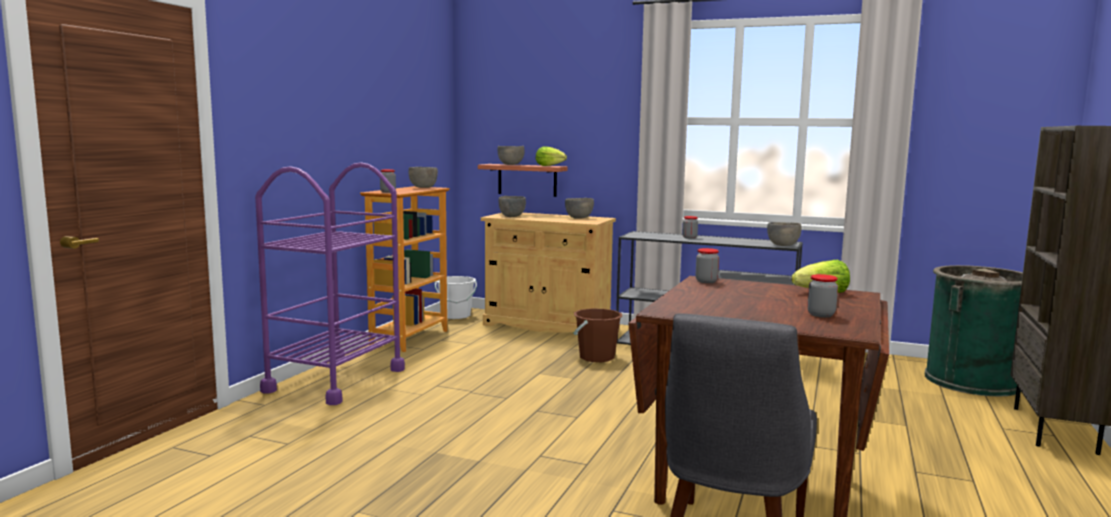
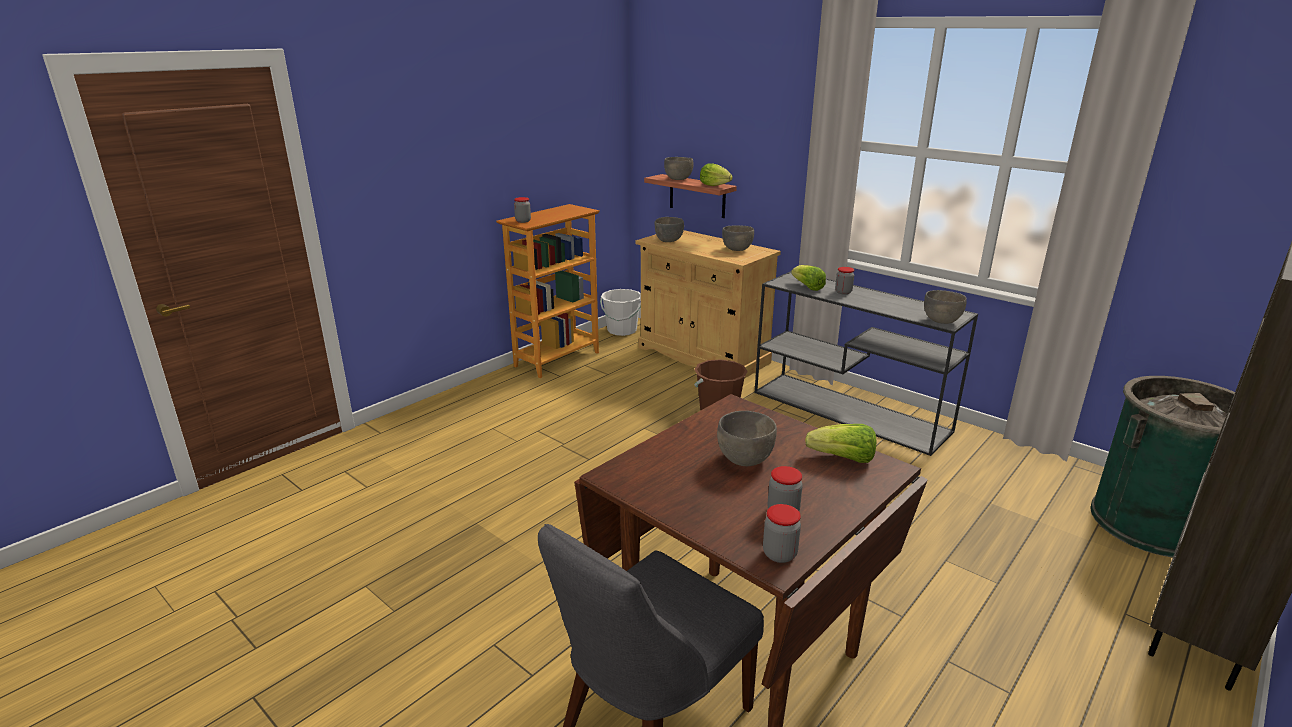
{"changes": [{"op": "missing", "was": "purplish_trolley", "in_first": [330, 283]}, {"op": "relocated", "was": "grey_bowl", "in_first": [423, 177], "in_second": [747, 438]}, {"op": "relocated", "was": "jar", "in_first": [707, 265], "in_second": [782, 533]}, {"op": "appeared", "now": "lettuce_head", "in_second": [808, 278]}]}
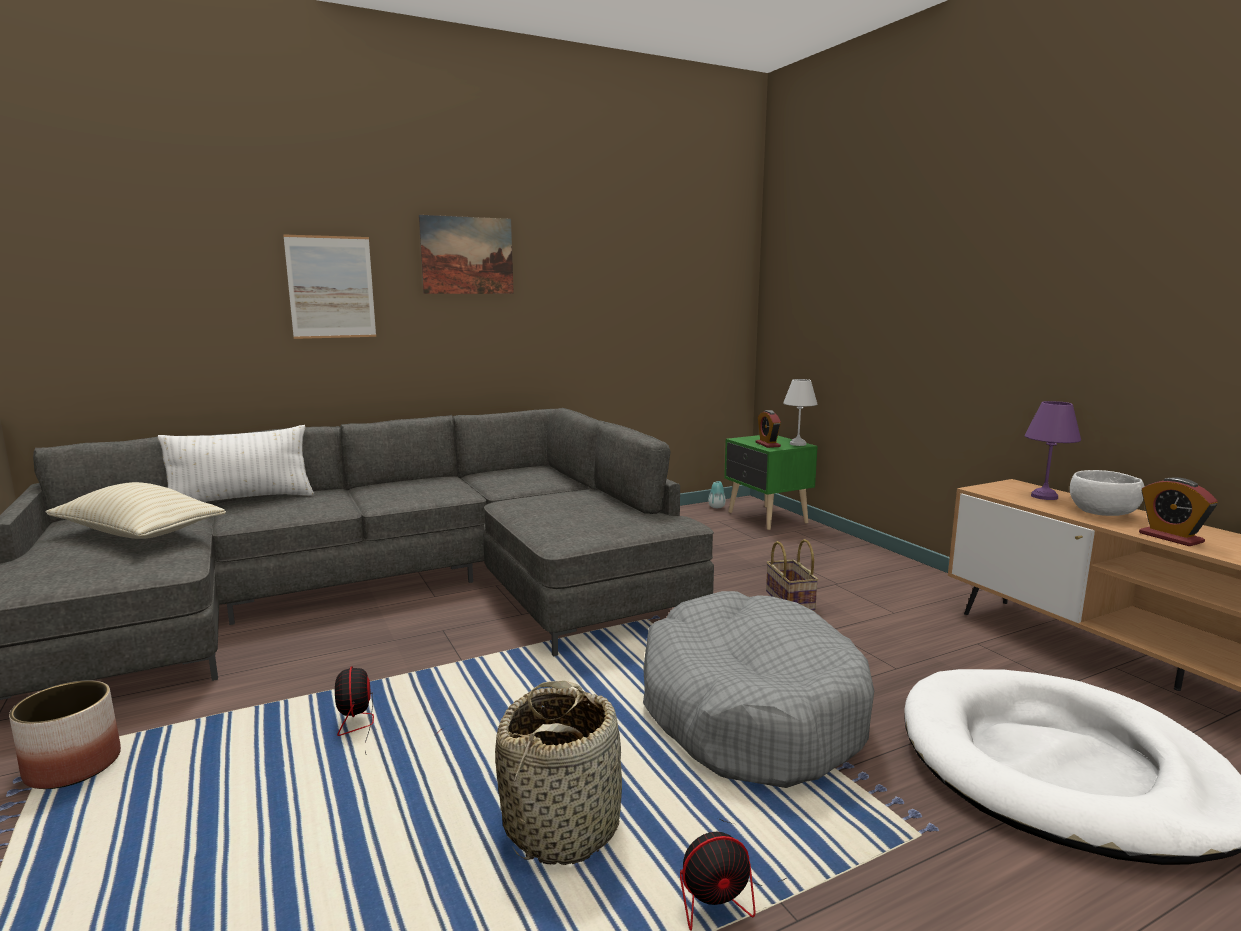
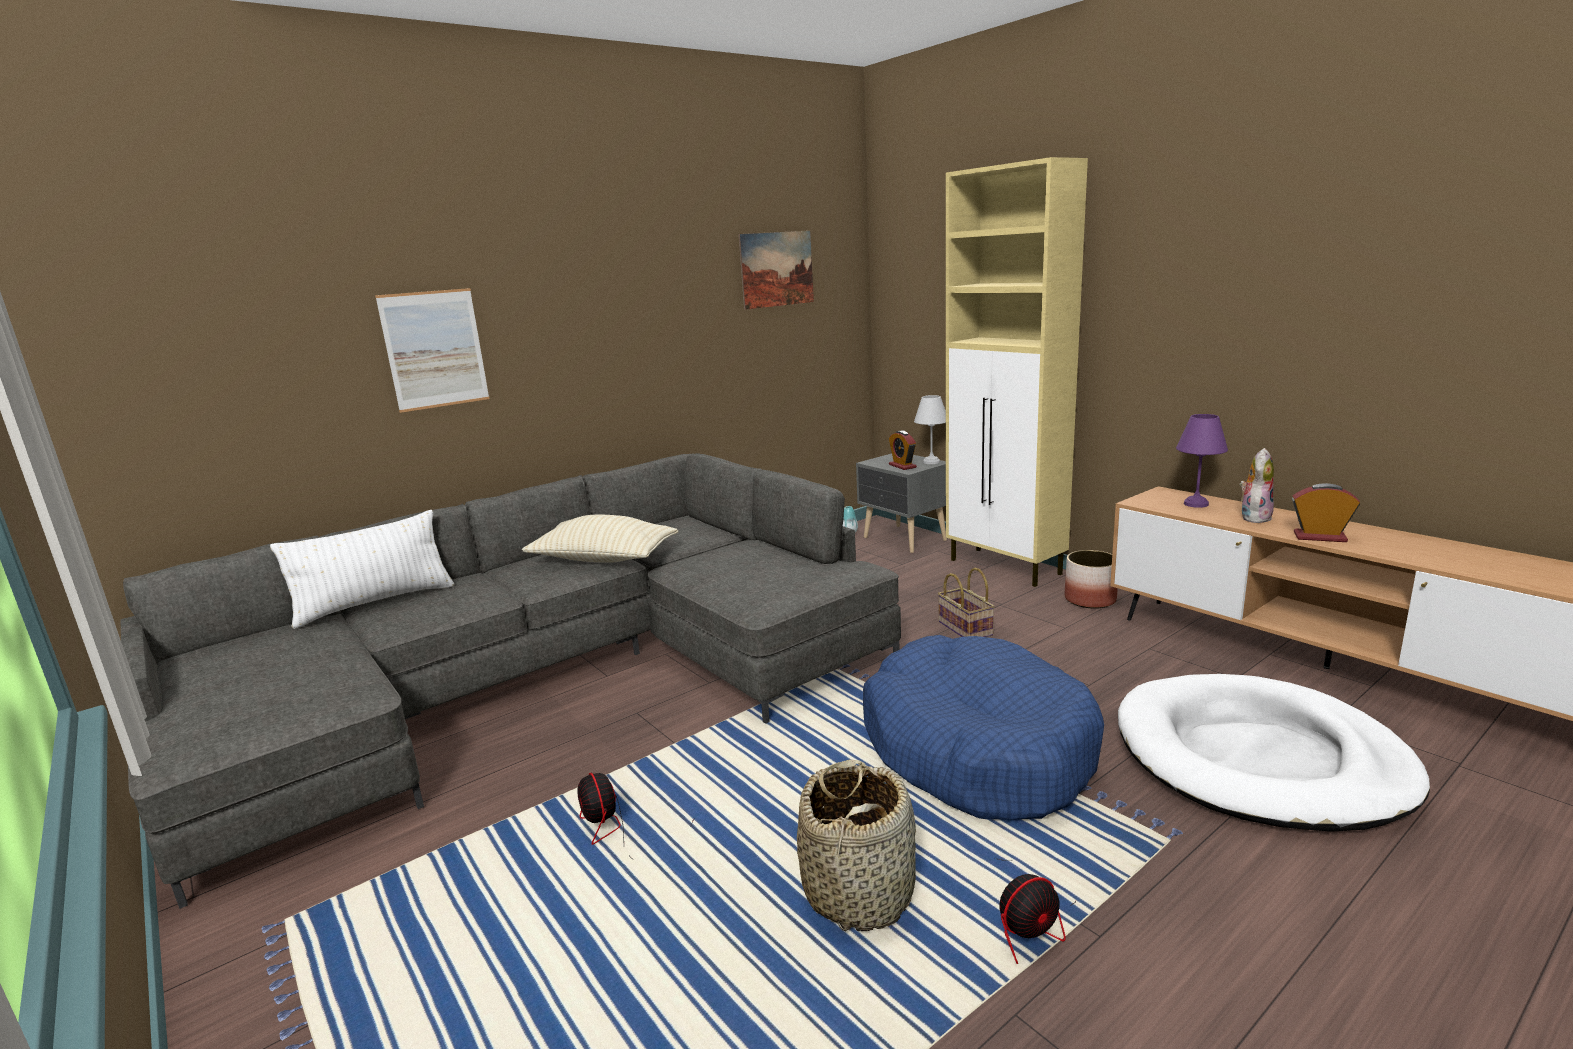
{"changes": [{"op": "relocated", "was": "planter", "in_first": [65, 734], "in_second": [1091, 579]}, {"op": "relocated", "was": "beige-coloured_pillow", "in_first": [136, 510], "in_second": [600, 539]}, {"op": "relocated", "was": "picture", "in_first": [466, 254], "in_second": [776, 270]}, {"op": "colour", "was": "grey_dog_cushion", "now": "bluish_dog_cushion", "in_first": [758, 689], "in_second": [983, 727]}, {"op": "colour", "was": "green_bedside_table", "now": "grey_bedside_table", "in_first": [771, 482], "in_second": [901, 503]}, {"op": "exchanged", "was": "white-coloured_bowl", "now": "cuddly_toy", "in_first": [1107, 493], "in_second": [1257, 485]}, {"op": "spun", "was": "table_clock", "in_first": [1178, 511], "in_second": [1326, 512], "clockwise": 150}, {"op": "appeared", "now": "beige-coloured_cabinet", "in_second": [1017, 372]}]}
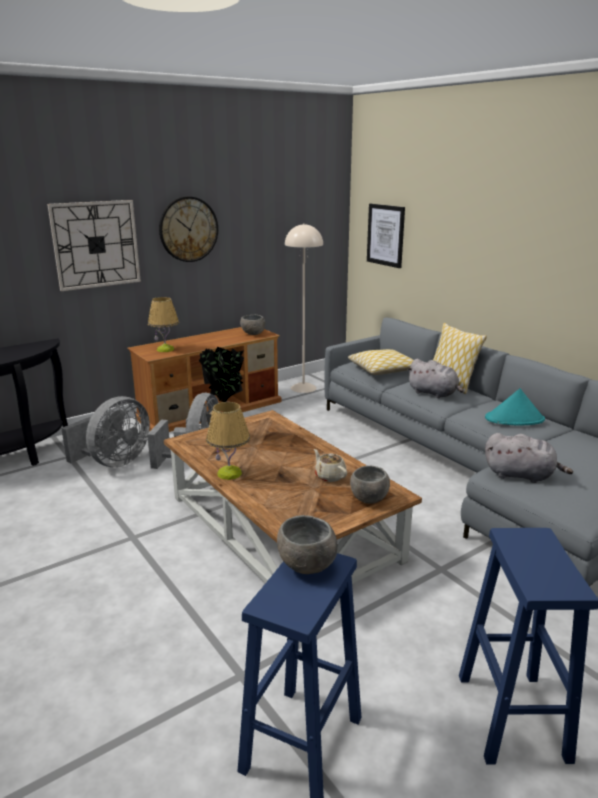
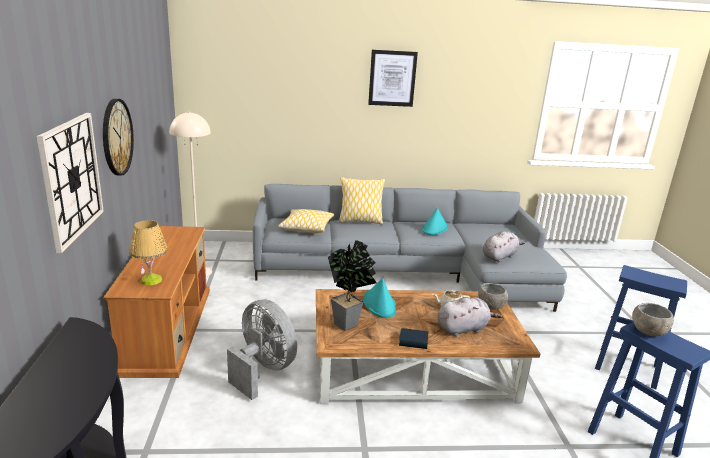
{"changes": [{"op": "missing", "was": "grey_fan", "in_first": [105, 431]}, {"op": "exchanged", "was": "lamp_for_a_table", "now": "book", "in_first": [228, 441], "in_second": [413, 338]}, {"op": "missing", "was": "grey_bowl", "in_first": [252, 325]}, {"op": "relocated", "was": "picture", "in_first": [386, 236], "in_second": [393, 78]}, {"op": "relocated", "was": "grey_cuddly_toy", "in_first": [435, 378], "in_second": [469, 317]}, {"op": "appeared", "now": "turquoise_wearable_hat", "in_second": [379, 298]}]}
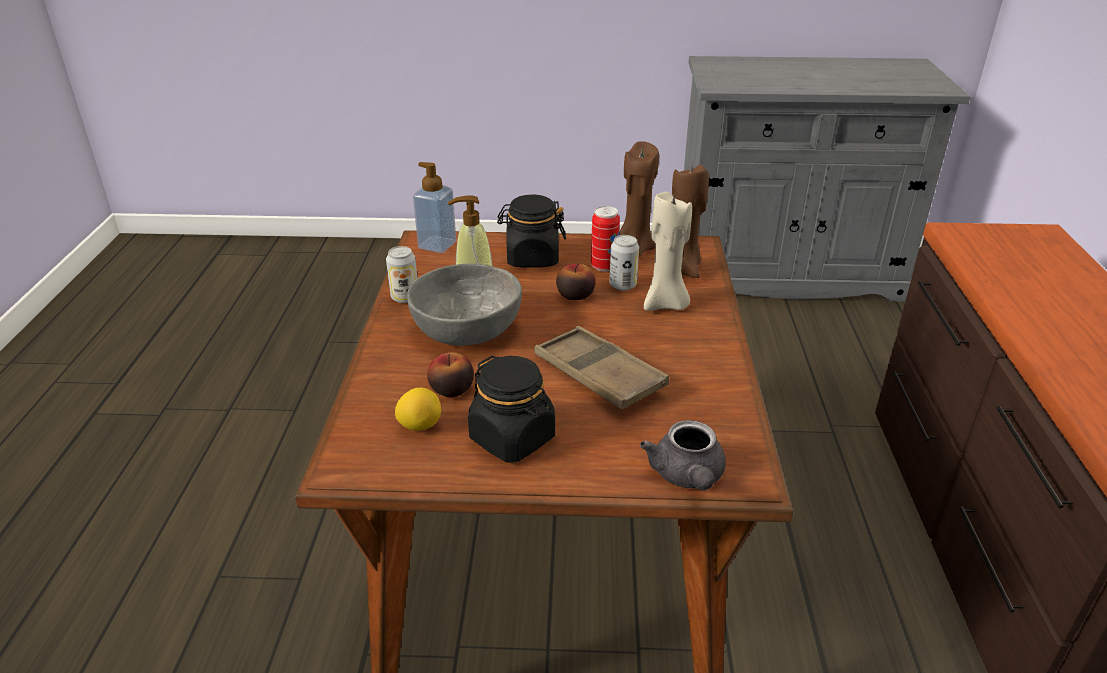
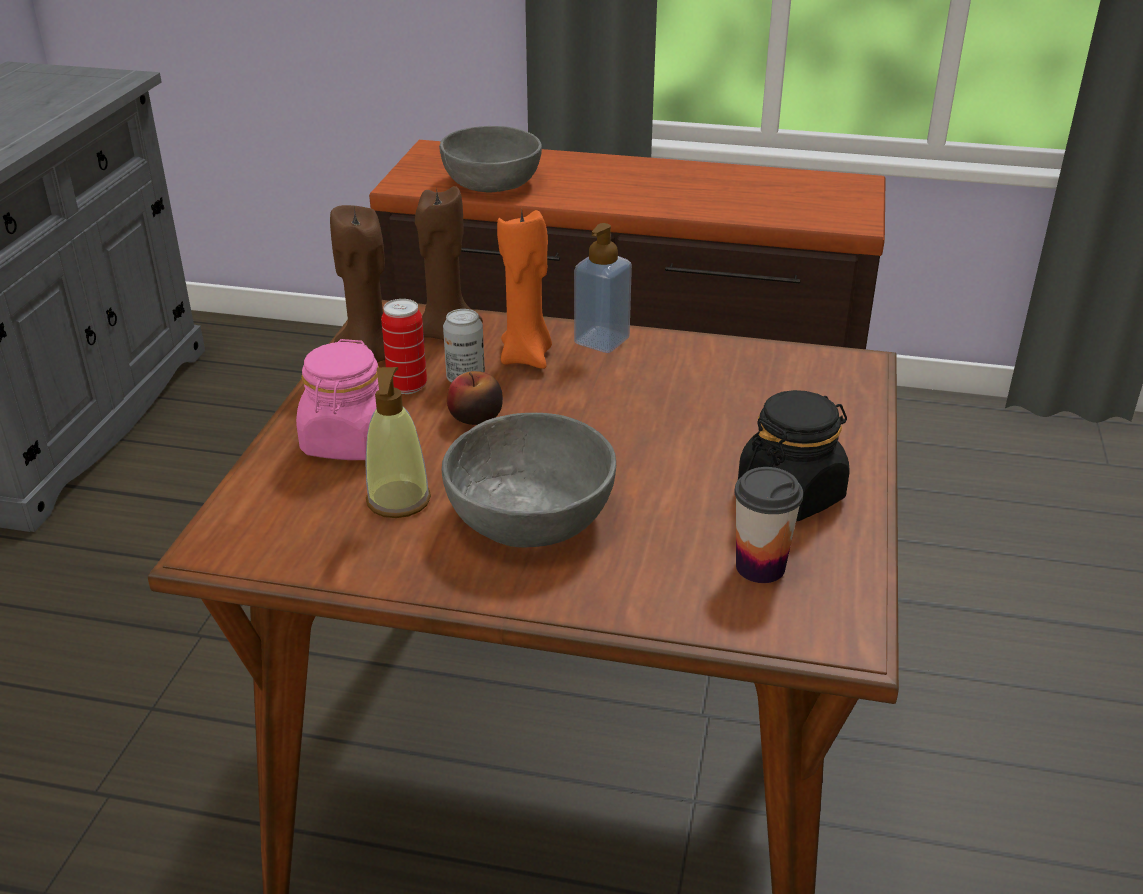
{"changes": [{"op": "missing", "was": "can", "in_first": [401, 274]}, {"op": "exchanged", "was": "whole_lemon", "now": "drinking_cup", "in_first": [418, 409], "in_second": [768, 525]}, {"op": "relocated", "was": "soap_dispenser", "in_first": [434, 207], "in_second": [603, 288]}, {"op": "missing", "was": "whole_apple", "in_first": [450, 374]}, {"op": "colour", "was": "blackish_jar", "now": "pinkish_jar", "in_first": [531, 231], "in_second": [337, 399]}, {"op": "missing", "was": "brown_serving_tray", "in_first": [601, 367]}, {"op": "missing", "was": "grey_tea_pot", "in_first": [683, 455]}, {"op": "colour", "was": "beige-coloured_wax_light", "now": "orange-coloured_wax_light", "in_first": [668, 251], "in_second": [524, 288]}, {"op": "appeared", "now": "grey_bowl", "in_second": [490, 159]}]}
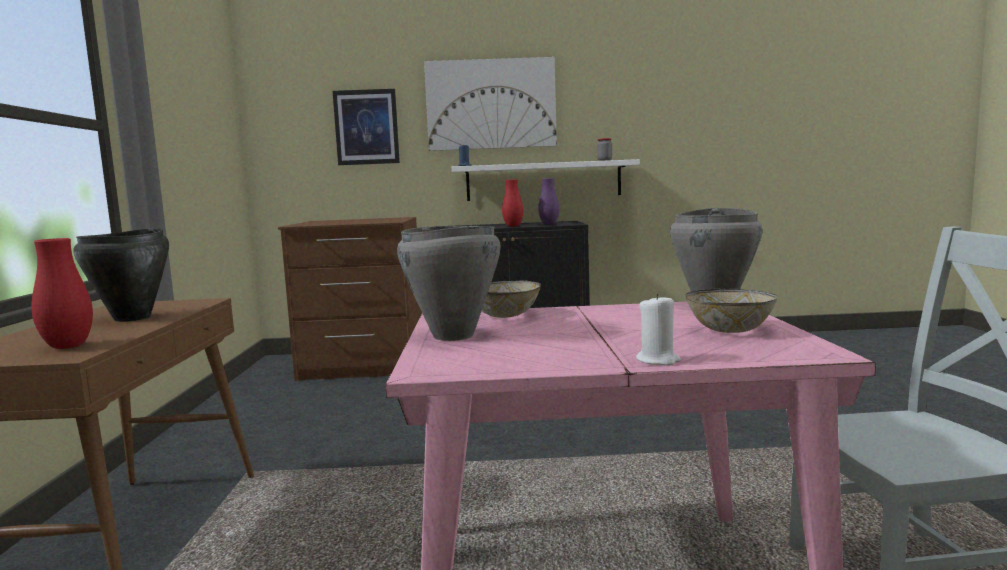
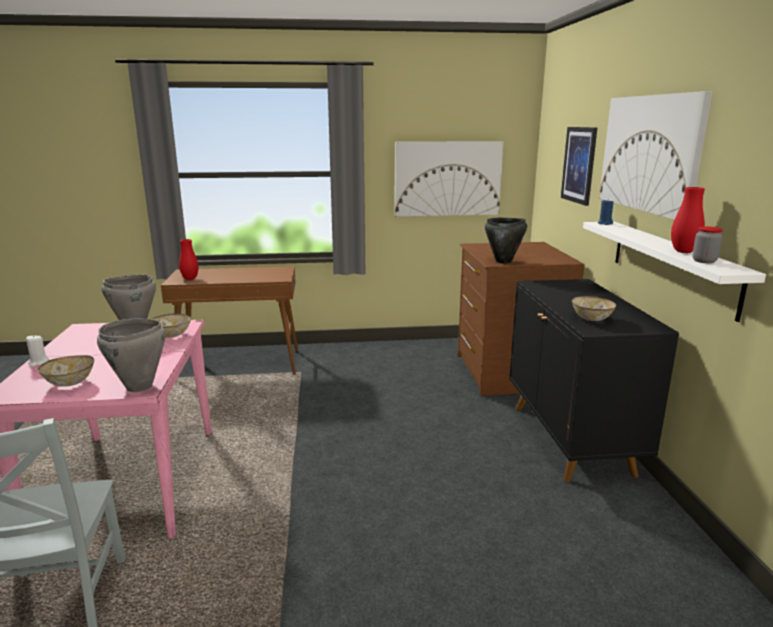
{"changes": [{"op": "relocated", "was": "blackish_cooking_pot", "in_first": [121, 275], "in_second": [506, 240]}, {"op": "relocated", "was": "reddish_vase", "in_first": [512, 203], "in_second": [688, 220]}, {"op": "exchanged", "was": "purplish_vase", "now": "bowl", "in_first": [548, 201], "in_second": [594, 308]}, {"op": "appeared", "now": "picture", "in_second": [449, 178]}]}
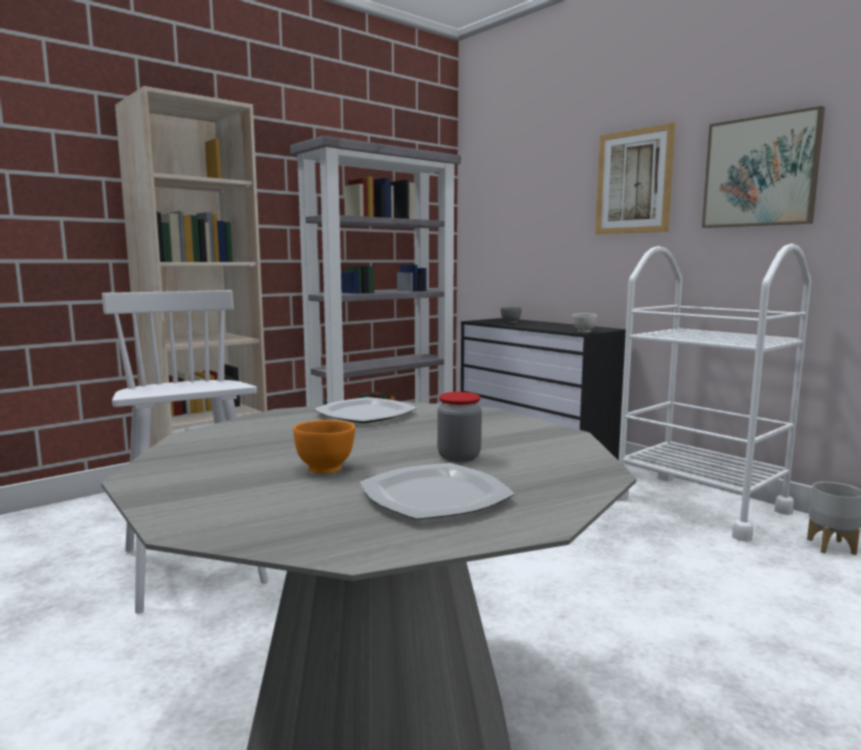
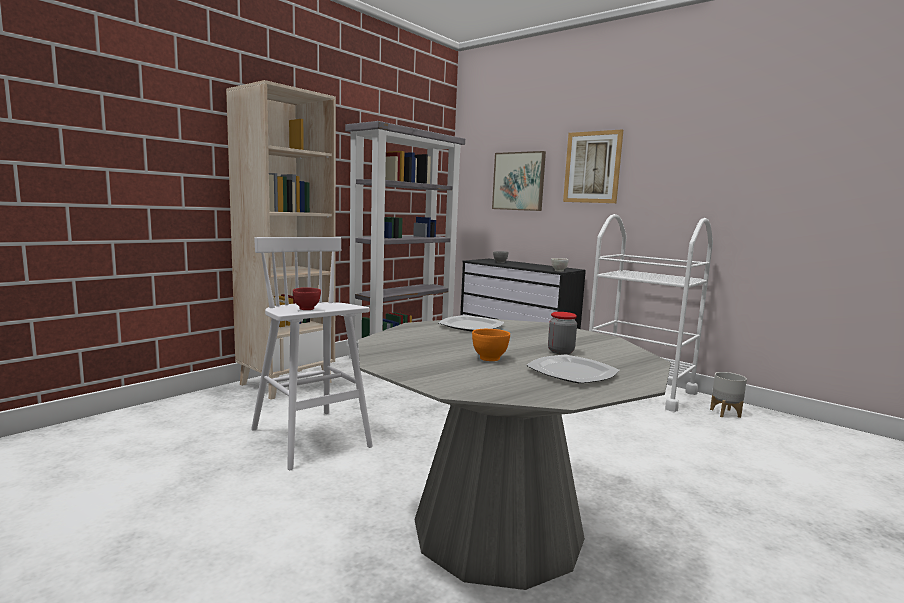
{"changes": [{"op": "relocated", "was": "picture", "in_first": [763, 167], "in_second": [519, 181]}, {"op": "appeared", "now": "reddish_bowl", "in_second": [307, 298]}]}
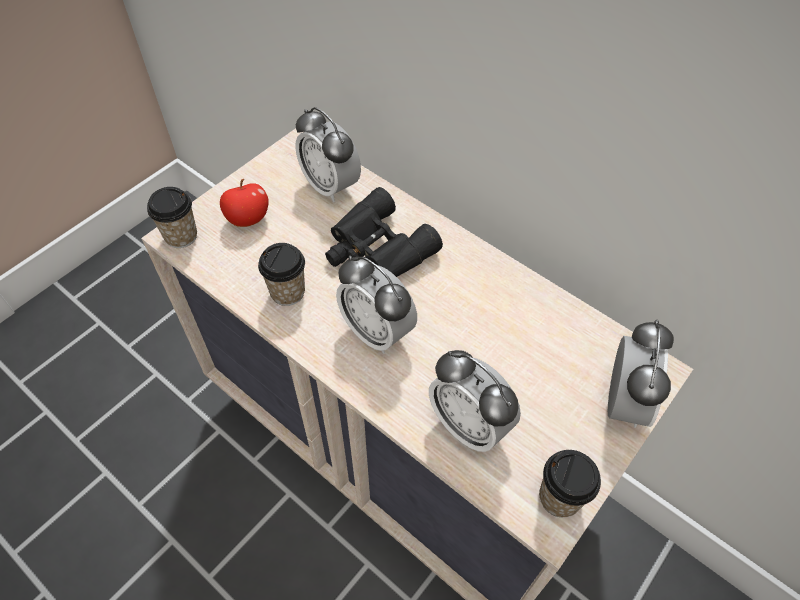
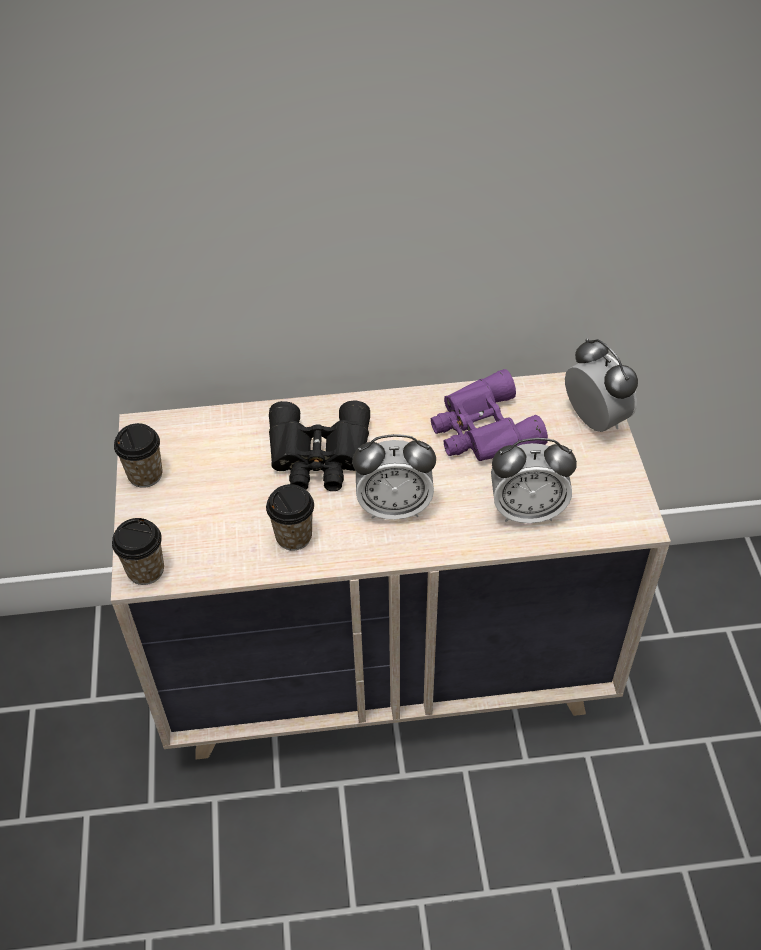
{"changes": [{"op": "missing", "was": "whole_apple", "in_first": [244, 203]}, {"op": "missing", "was": "table_clock", "in_first": [328, 154]}, {"op": "relocated", "was": "drinking_cup", "in_first": [570, 483], "in_second": [138, 455]}, {"op": "appeared", "now": "purplish_field_glasses", "in_second": [489, 415]}]}
